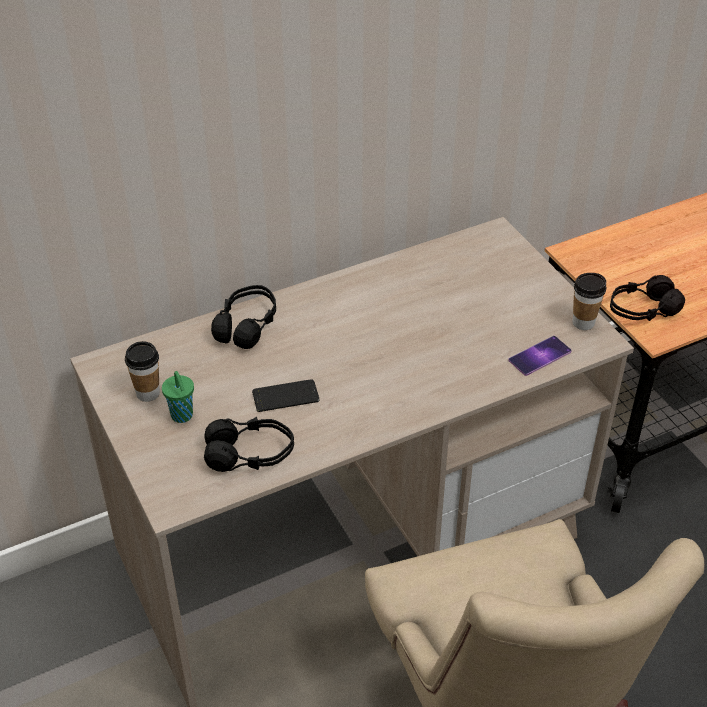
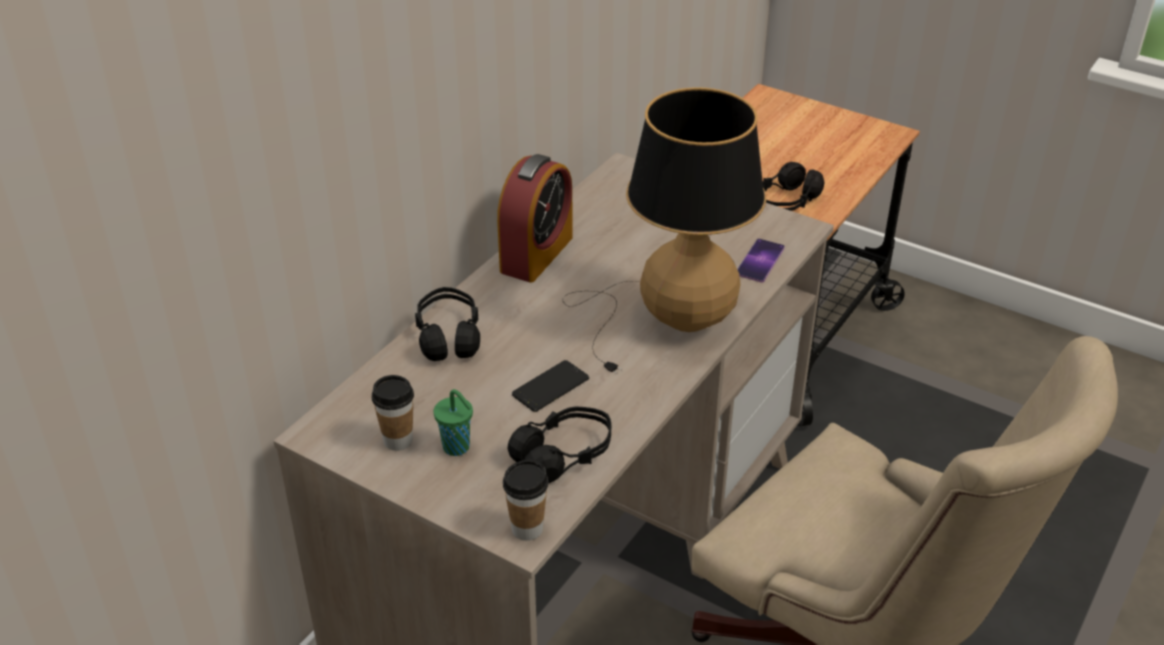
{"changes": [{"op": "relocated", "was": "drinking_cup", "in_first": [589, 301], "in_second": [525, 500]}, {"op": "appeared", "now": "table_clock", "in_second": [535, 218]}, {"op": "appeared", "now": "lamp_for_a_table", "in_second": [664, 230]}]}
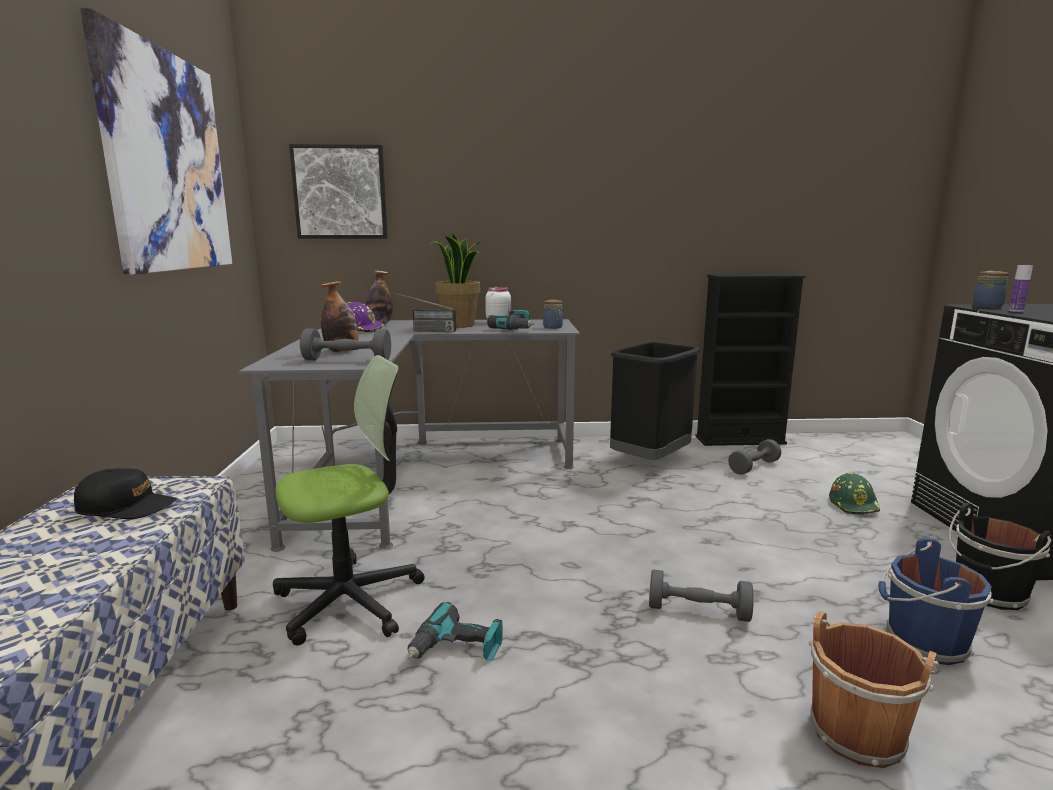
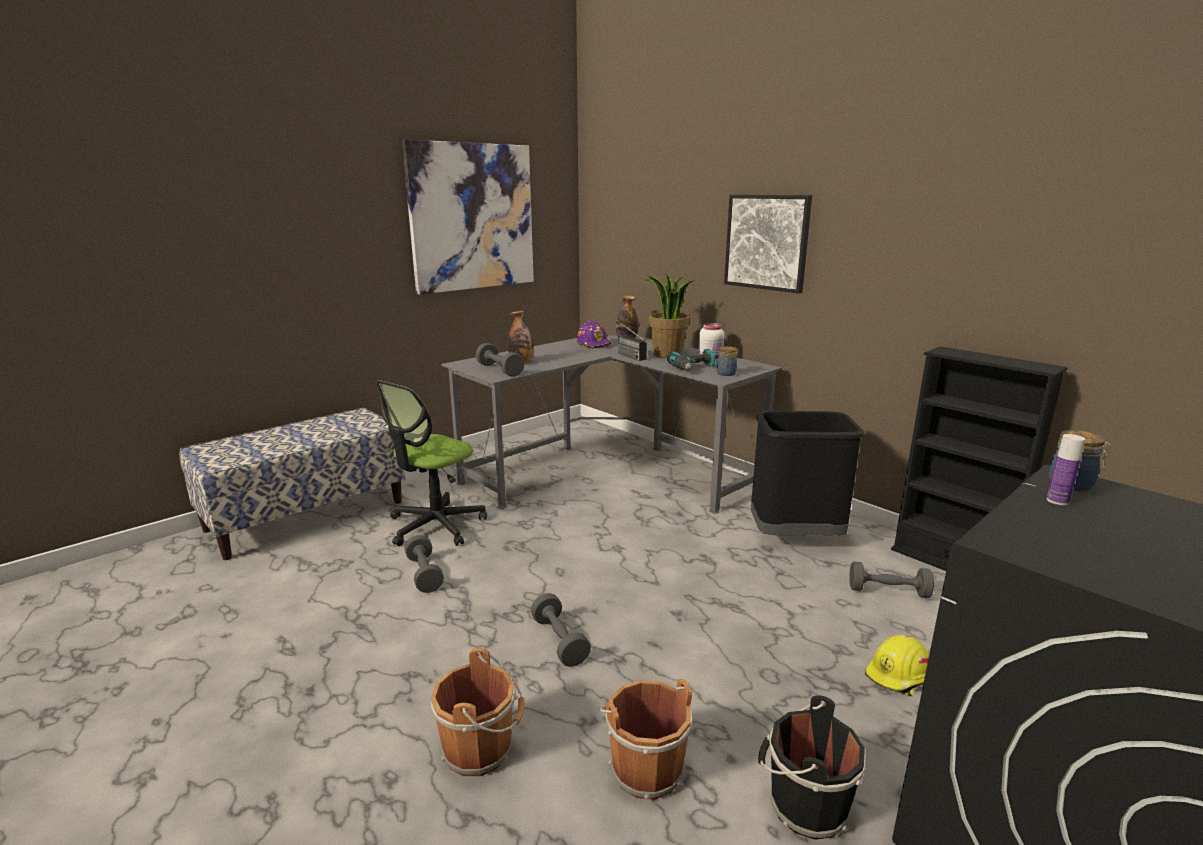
{"changes": [{"op": "missing", "was": "blackish_cap", "in_first": [125, 493]}, {"op": "spun", "was": "desk_chair", "in_first": [349, 500], "in_second": [431, 463], "clockwise": 105}, {"op": "relocated", "was": "picture", "in_first": [338, 191], "in_second": [768, 244]}, {"op": "exchanged", "was": "power_drill", "now": "grey_free_weight", "in_first": [454, 632], "in_second": [424, 564]}, {"op": "colour", "was": "green_work_helmet", "now": "yellow-coloured_work_helmet", "in_first": [854, 493], "in_second": [897, 666]}, {"op": "colour", "was": "bluish_water_bucket", "now": "brown_water_bucket", "in_first": [936, 601], "in_second": [646, 739]}]}
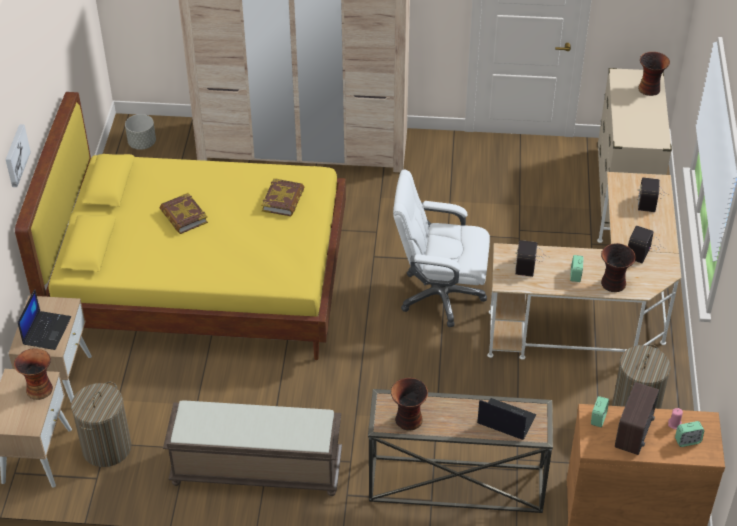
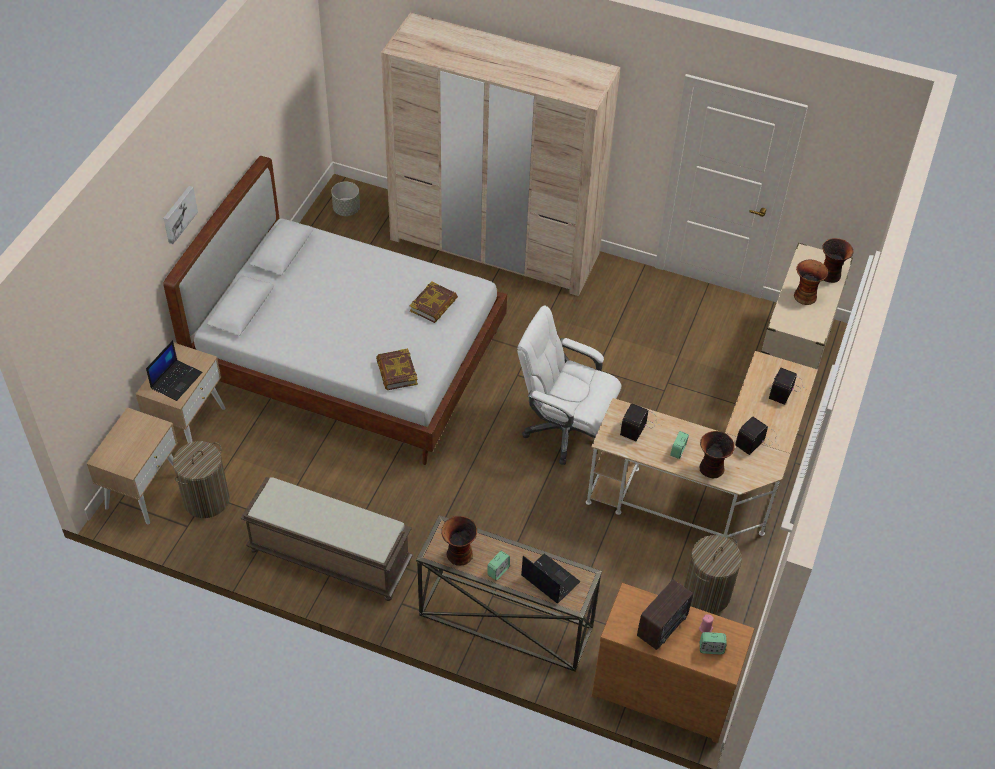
{"changes": [{"op": "relocated", "was": "vase", "in_first": [33, 374], "in_second": [811, 282]}, {"op": "colour", "was": "yellow-coloured_bedroom_bed", "now": "white-coloured_bedroom_bed", "in_first": [180, 226], "in_second": [335, 310]}, {"op": "relocated", "was": "book", "in_first": [184, 213], "in_second": [397, 369]}, {"op": "relocated", "was": "table_clock", "in_first": [600, 411], "in_second": [498, 566]}]}
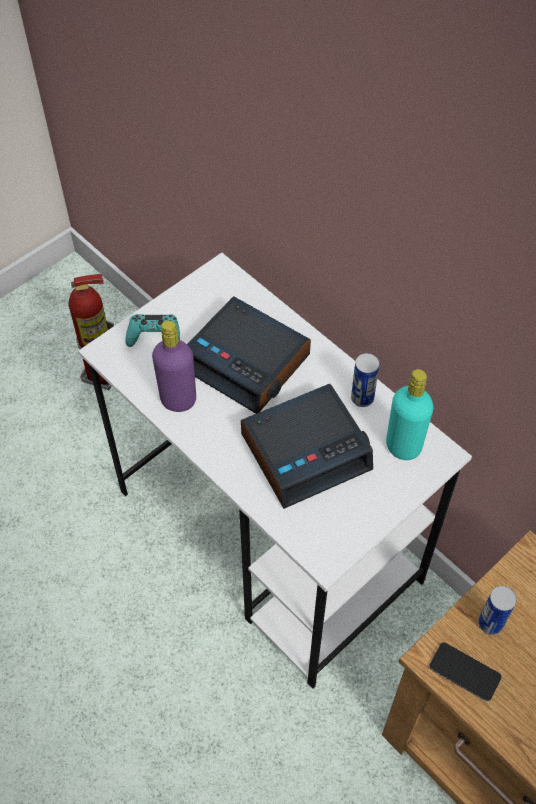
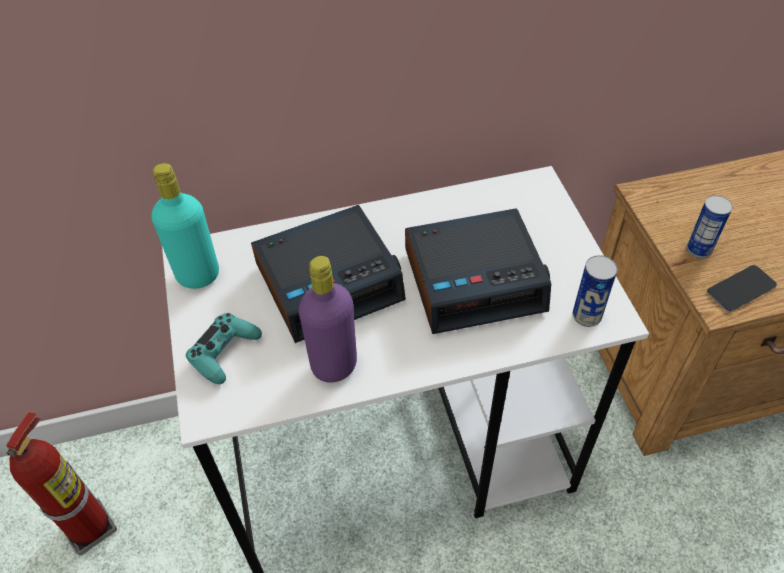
{"changes": [{"op": "spun", "was": "table_clock", "in_first": [307, 446], "in_second": [478, 271], "clockwise": 75}, {"op": "relocated", "was": "can", "in_first": [365, 380], "in_second": [595, 291]}, {"op": "relocated", "was": "turquoise_bottle", "in_first": [409, 414], "in_second": [185, 226]}]}
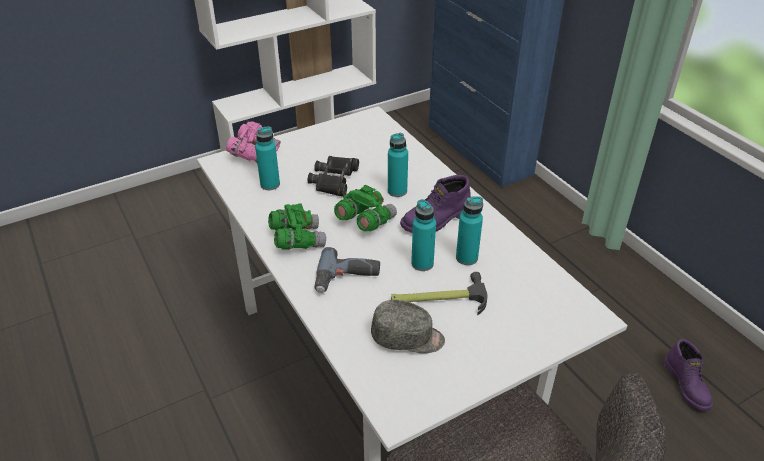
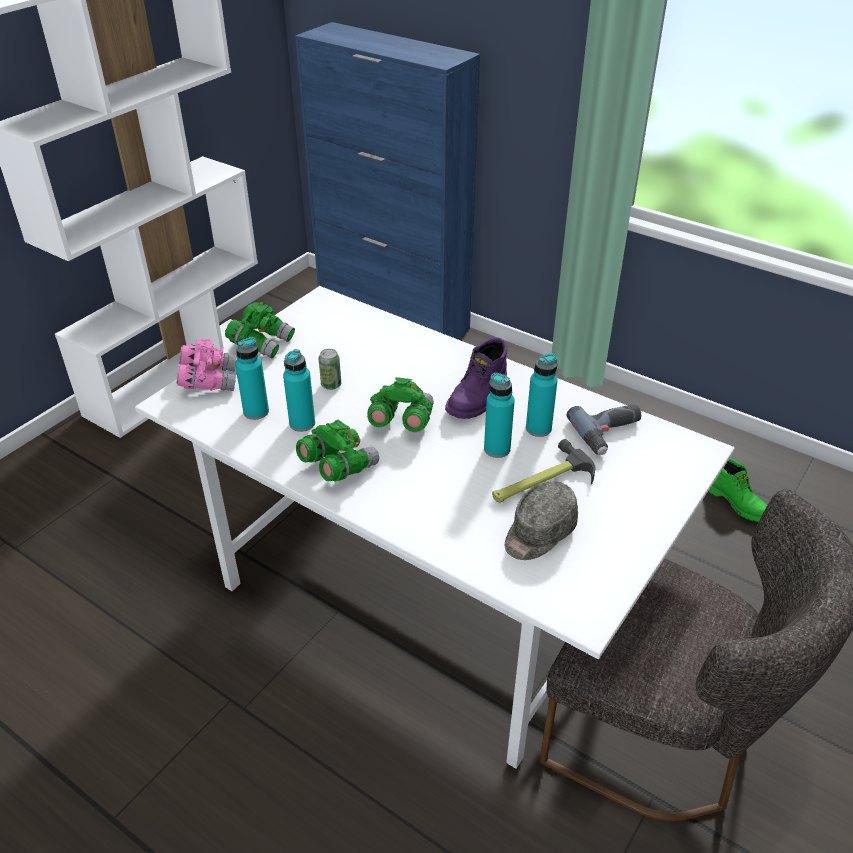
{"changes": [{"op": "exchanged", "was": "blackish_field_glasses", "now": "can", "in_first": [333, 176], "in_second": [330, 369]}, {"op": "relocated", "was": "power_drill", "in_first": [347, 270], "in_second": [603, 430]}, {"op": "spun", "was": "grey_cap", "in_first": [408, 327], "in_second": [541, 520], "clockwise": 150}, {"op": "relocated", "was": "turquoise_bottle", "in_first": [398, 165], "in_second": [299, 390]}, {"op": "colour", "was": "purplish_tall_boot", "now": "green_tall_boot", "in_first": [688, 375], "in_second": [738, 490]}, {"op": "appeared", "now": "green_field_glasses", "in_second": [260, 330]}]}
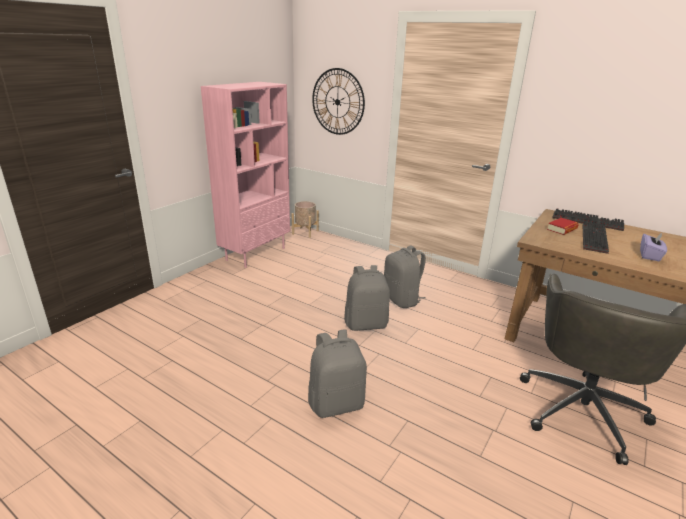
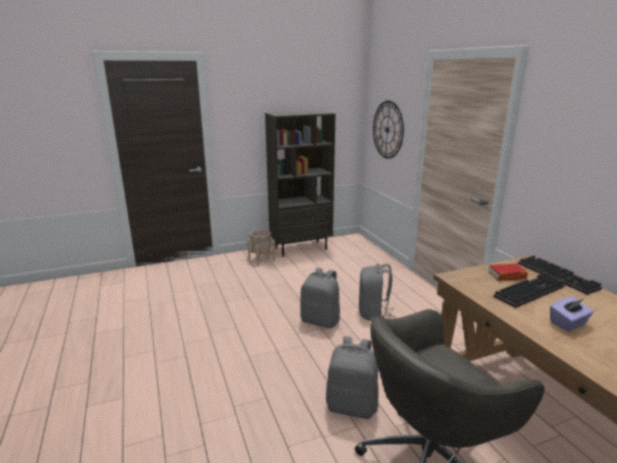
{"changes": [{"op": "colour", "was": "pinkish_bookshelf", "now": "brown_bookshelf", "in_first": [245, 175], "in_second": [300, 184]}, {"op": "relocated", "was": "beige-coloured_planter", "in_first": [305, 219], "in_second": [261, 248]}, {"op": "relocated", "was": "grey_backpack", "in_first": [337, 373], "in_second": [352, 377]}]}
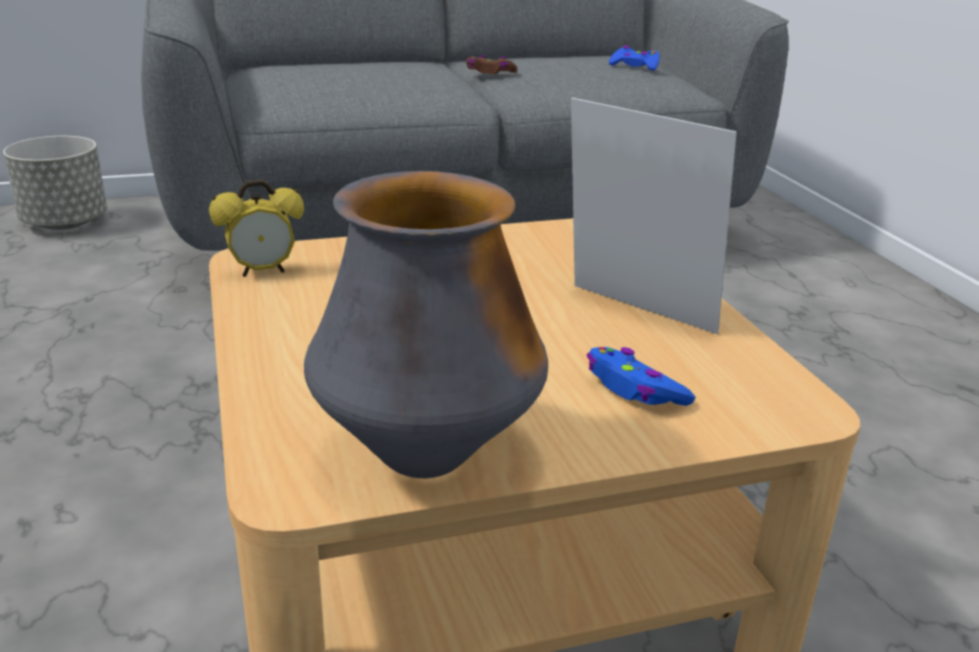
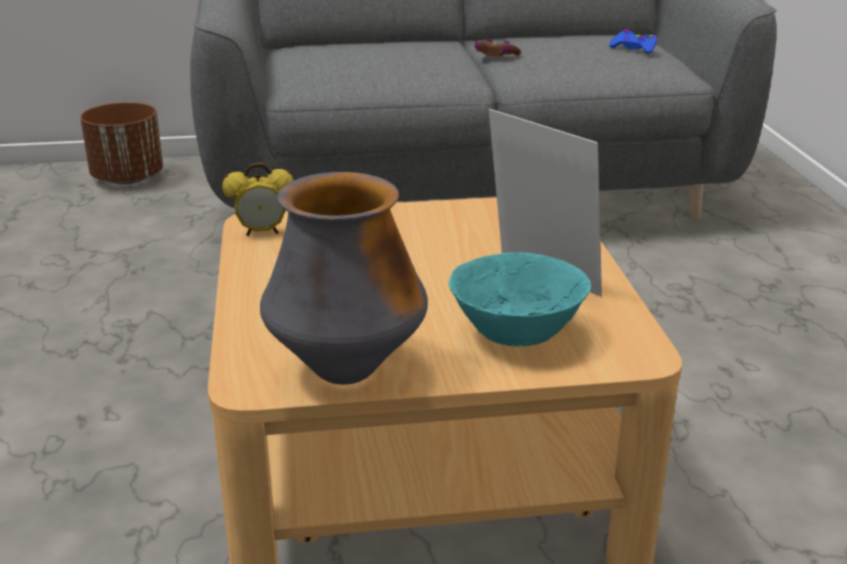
{"changes": [{"op": "colour", "was": "grey_planter", "now": "brown_planter", "in_first": [55, 183], "in_second": [121, 143]}, {"op": "exchanged", "was": "bluish_joypad", "now": "turquoise_bowl", "in_first": [641, 376], "in_second": [520, 299]}]}
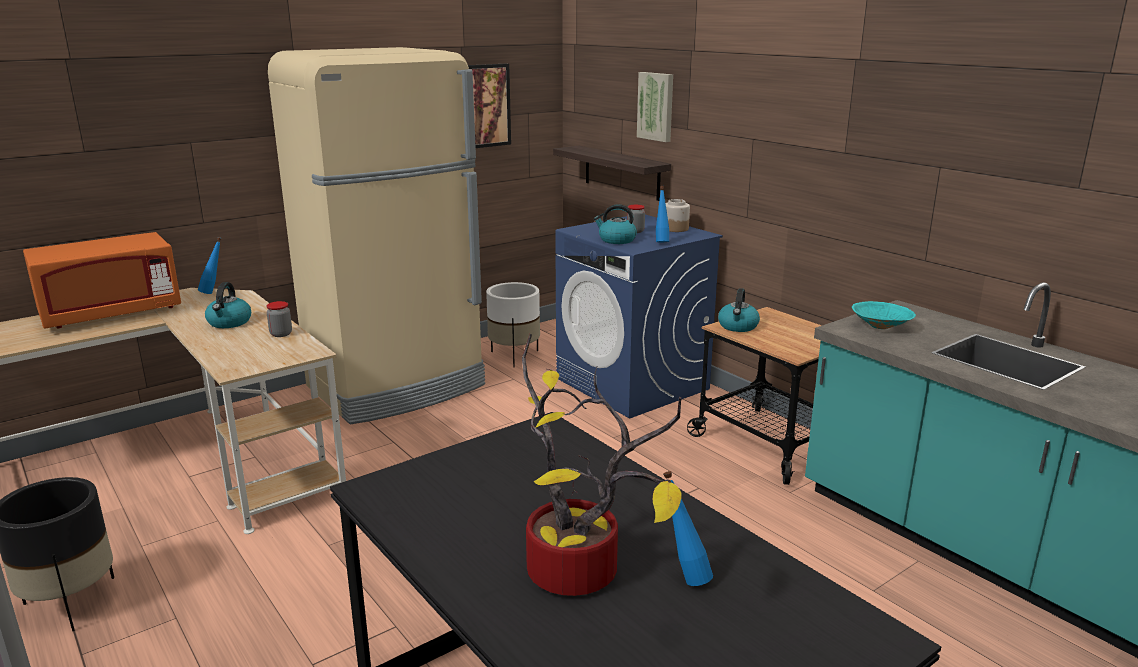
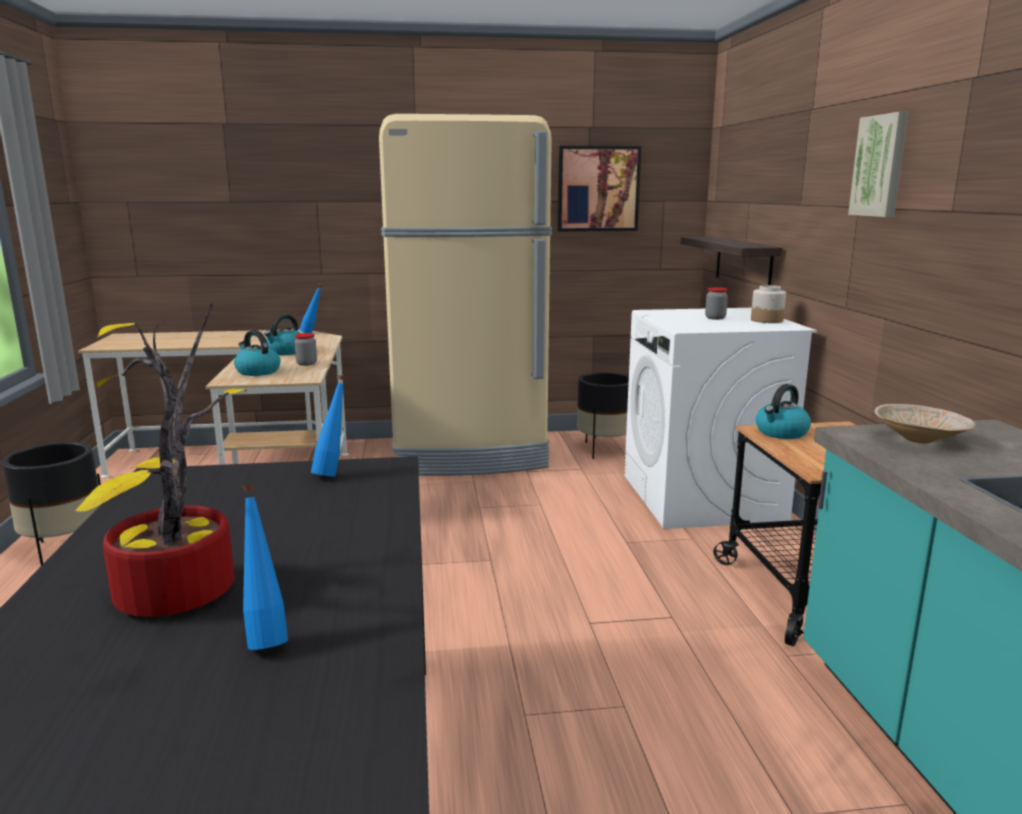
{"changes": [{"op": "missing", "was": "orange-coloured_kitchen_microwave", "in_first": [102, 280]}, {"op": "colour", "was": "white-coloured_planter", "now": "blackish_planter", "in_first": [513, 324], "in_second": [603, 415]}, {"op": "colour", "was": "bluish_laundry_appliance", "now": "white-coloured_laundry_appliance", "in_first": [639, 316], "in_second": [720, 418]}, {"op": "relocated", "was": "kettle", "in_first": [615, 224], "in_second": [257, 353]}, {"op": "relocated", "was": "picture", "in_first": [655, 107], "in_second": [878, 164]}, {"op": "relocated", "was": "bluish_bottle", "in_first": [662, 214], "in_second": [328, 426]}, {"op": "colour", "was": "turquoise_bowl", "now": "beige-coloured_bowl", "in_first": [884, 315], "in_second": [925, 423]}]}
